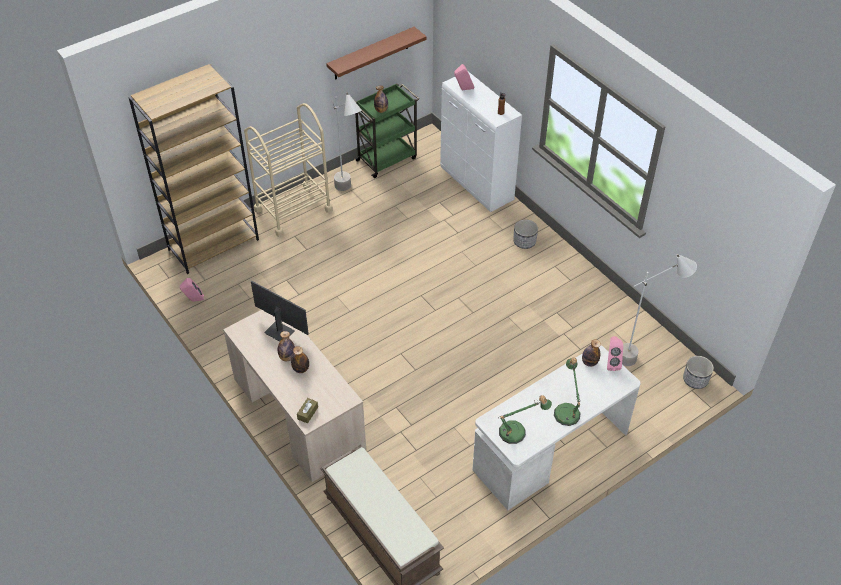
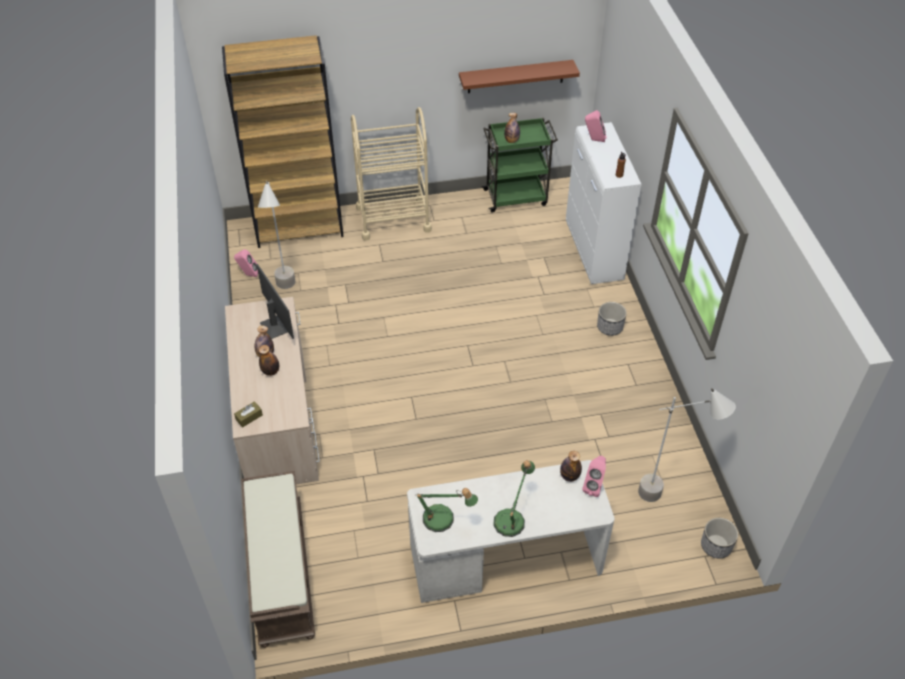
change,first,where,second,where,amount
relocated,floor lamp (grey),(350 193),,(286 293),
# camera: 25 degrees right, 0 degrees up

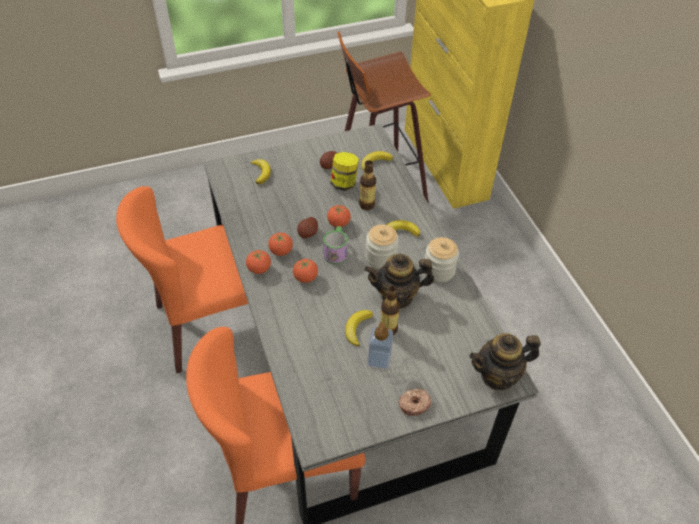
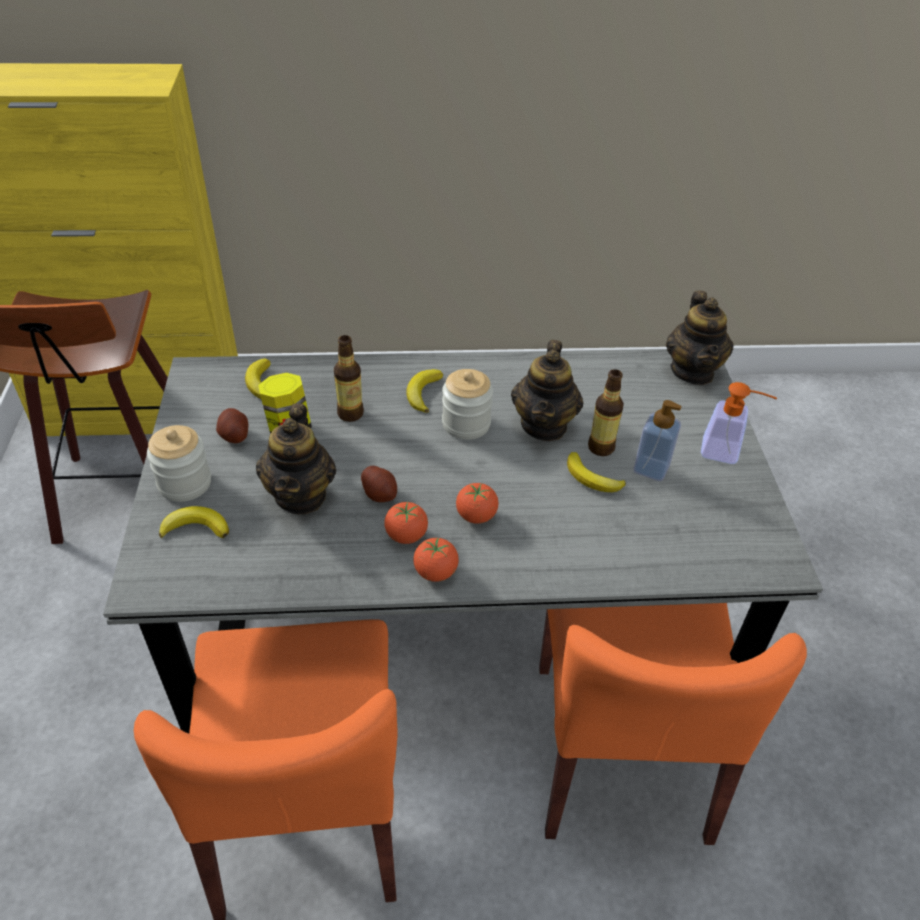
change,first,where,second,where,amount
missing,tomato,(338 223),,,
missing,mug,(336 251),,,
relocated,jar,(439 271),,(185 483),
exchanged,donut,(414 404),soap dispenser,(727 452),
appeared,,,teapot,(301 495),
# camera: 75 degrees left, 5 degrees down

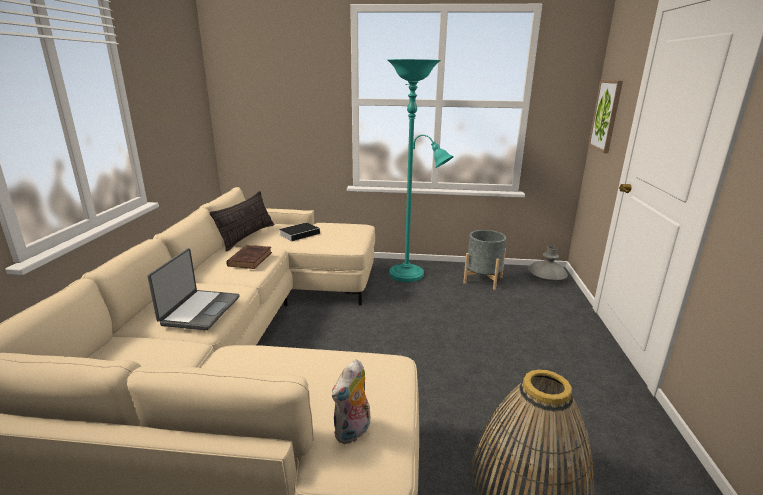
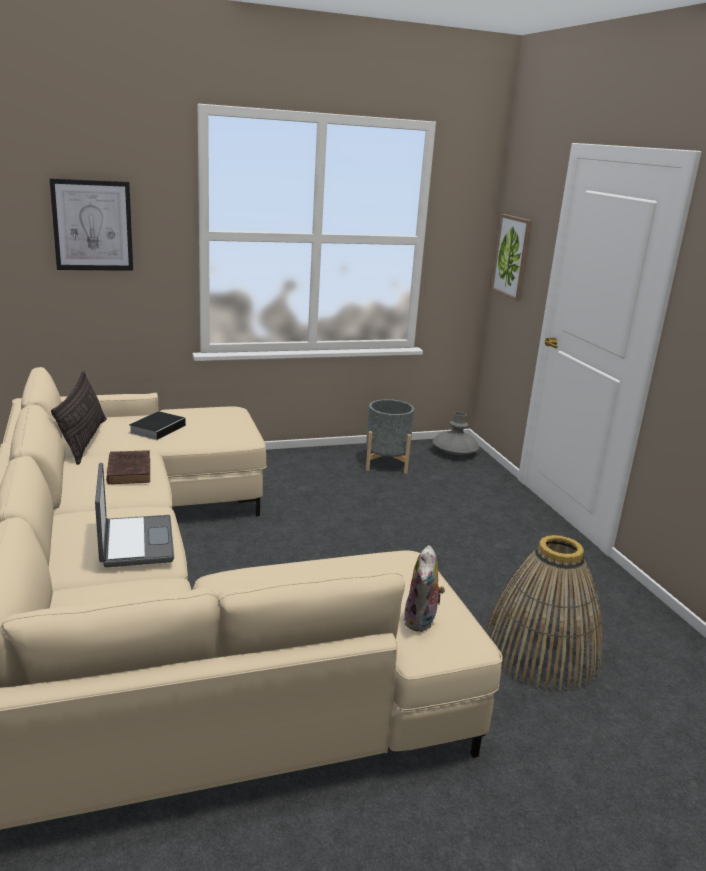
change,first,where,second,where,amount
missing,floor lamp (turquoise),(410 275),,,
appeared,,,picture,(92 225),
# camera: 25 degrees left, 0 degrees up

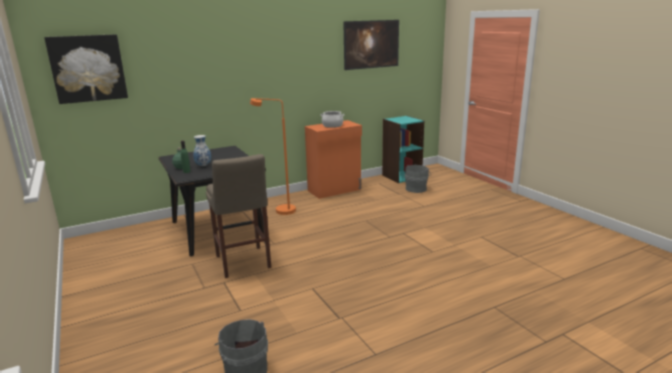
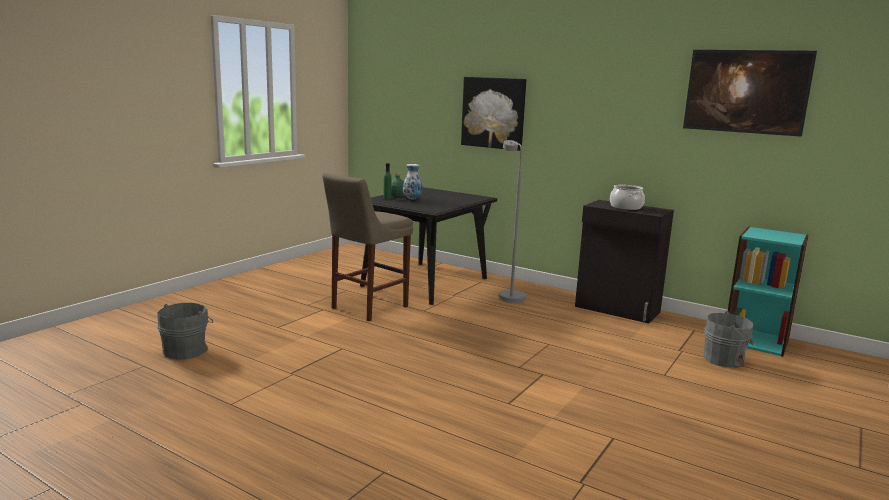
change,first,where,second,where,amount
relocated,picture,(88 68),,(493 113),
colour,floor lamp (orange),(280 210),floor lamp (grey),(509 296),
colour,cabinet (orange),(335 190),cabinet (black),(617 309),
# camera: 60 degrees right, 5 degrees down

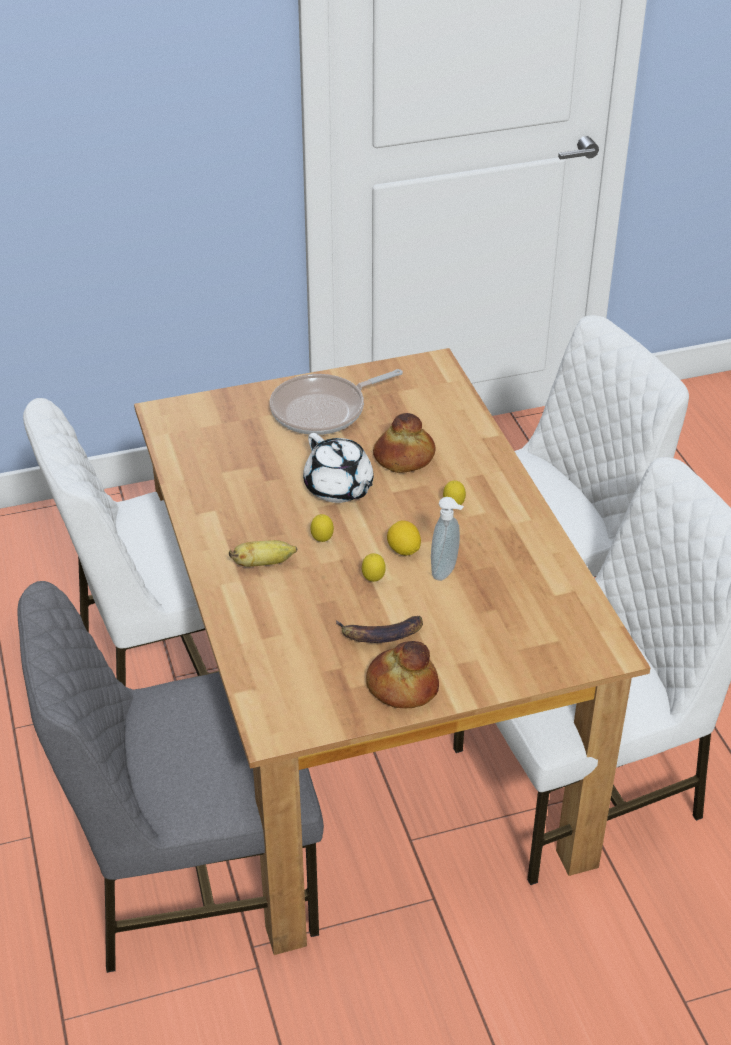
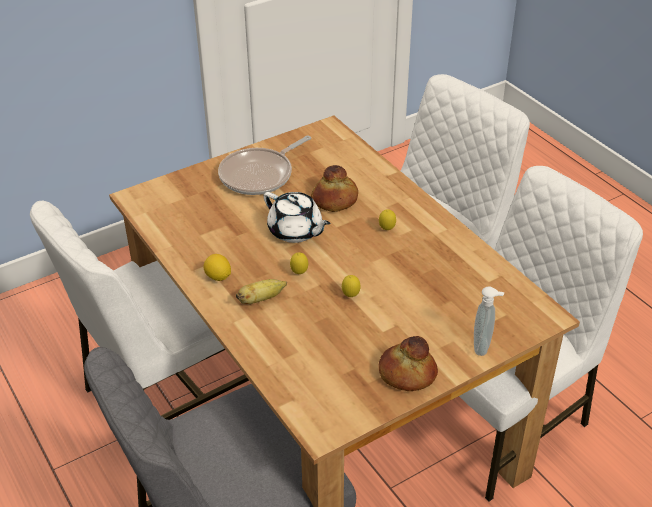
change,first,where,second,where,amount
relocated,soap dispenser,(446 571),,(483 346),
relocated,lemon,(403 550),,(218 277),
missing,banana,(380 634),,,
# camera: 15 degrees left, 0 degrees up

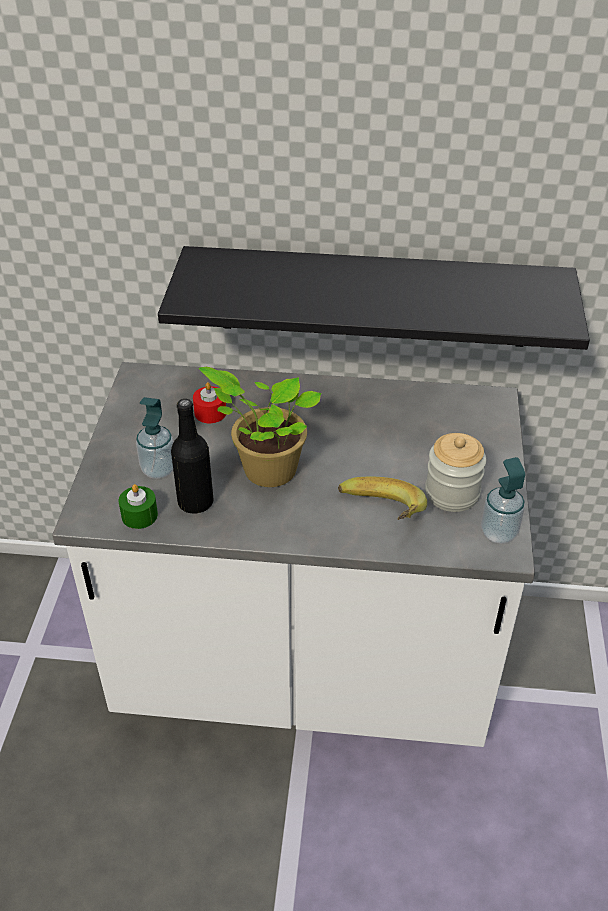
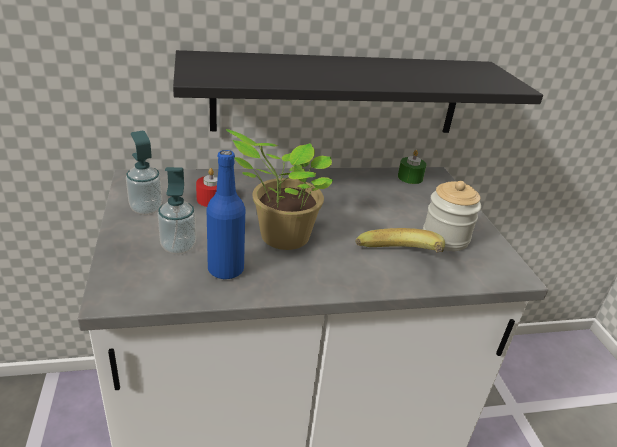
change,first,where,second,where,amount
colour,bottle (black),(195 502),bottle (blue),(226 269),
relocated,soap dispenser,(498 533),,(146 208),
relocated,candle (green),(139 515),,(410 177),
# camera: 20 degrees left, 10 degrees down

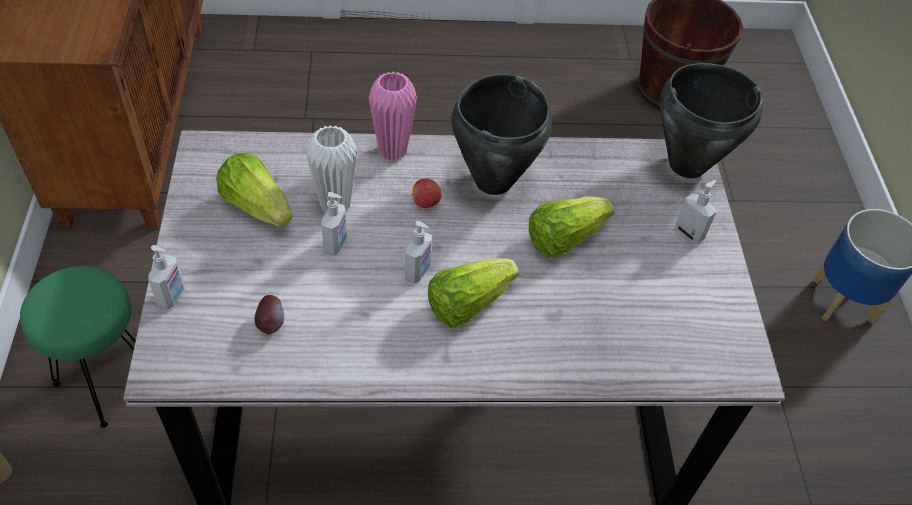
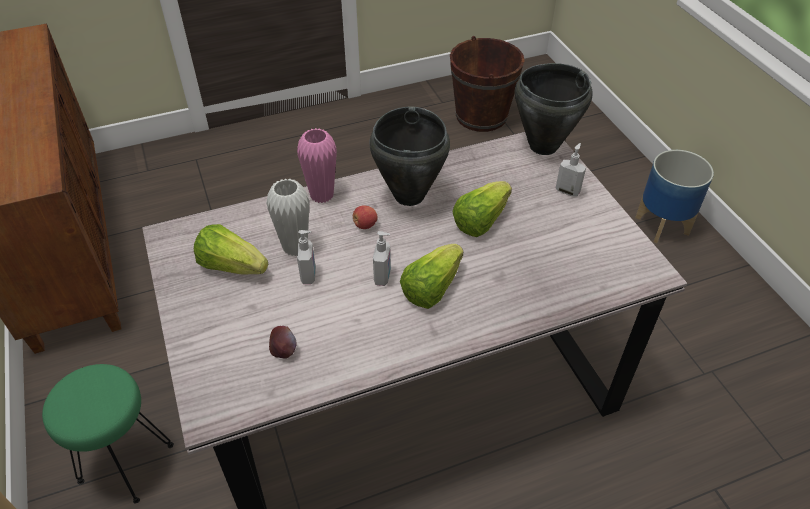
change,first,where,second,where,amount
missing,soap dispenser,(172 296),,,
# camera: 15 degrees left, 5 degrees down

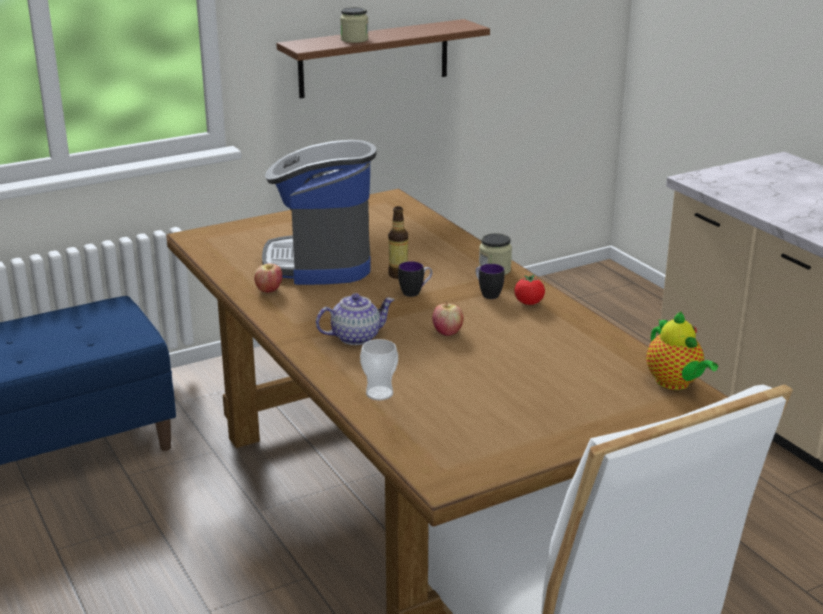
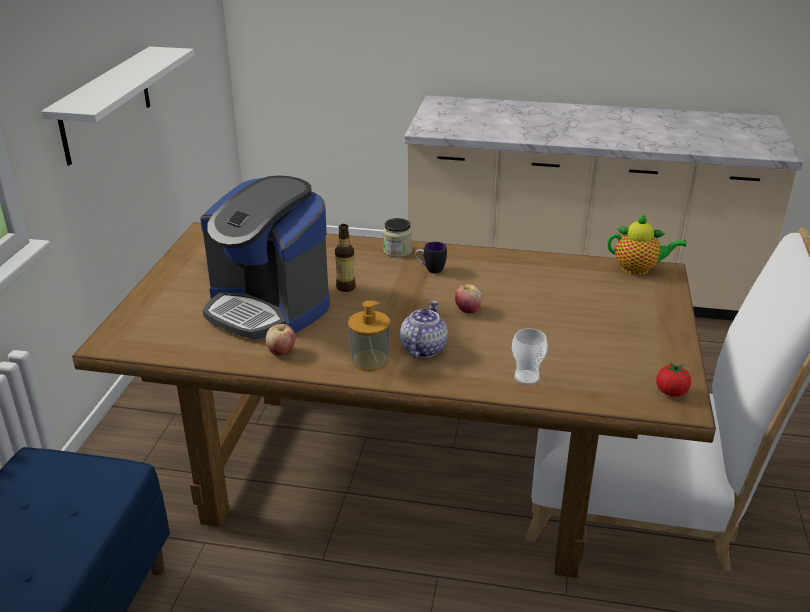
change,first,where,second,where,amount
missing,jar,(354 39),,,
colour,shelf (brown),(374 58),shelf (white),(106 104),
missing,mug,(415 292),,,
relocated,tomato,(529 303),,(671 392),
appeared,,,soap dispenser,(370 360),
# camera: 50 degrees left, 5 degrees up

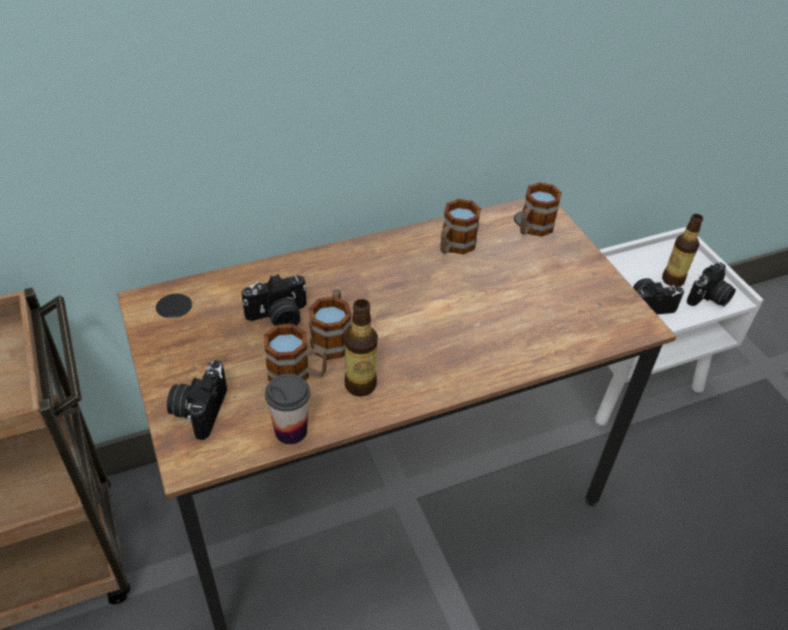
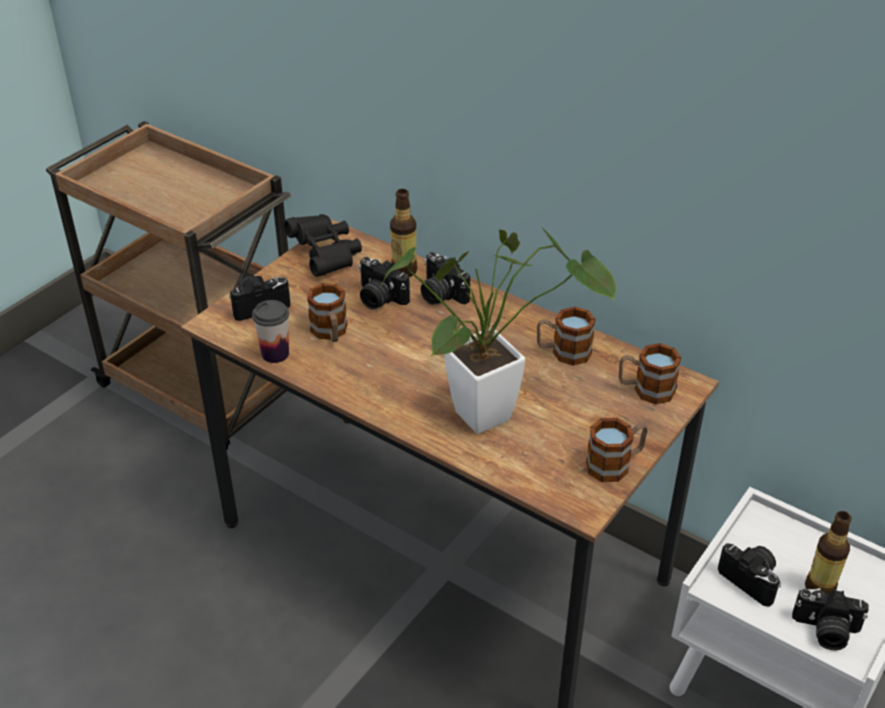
change,first,where,second,where,amount
relocated,mug,(332 337),,(615 464),
relocated,bottle,(360 385),,(404 270),
appeared,,,binoculars (black),(326 255),
appeared,,,potted plant,(494 412),
appeared,,,photo camera,(440 295),
# camera: 60 degrees right, 5 degrees down

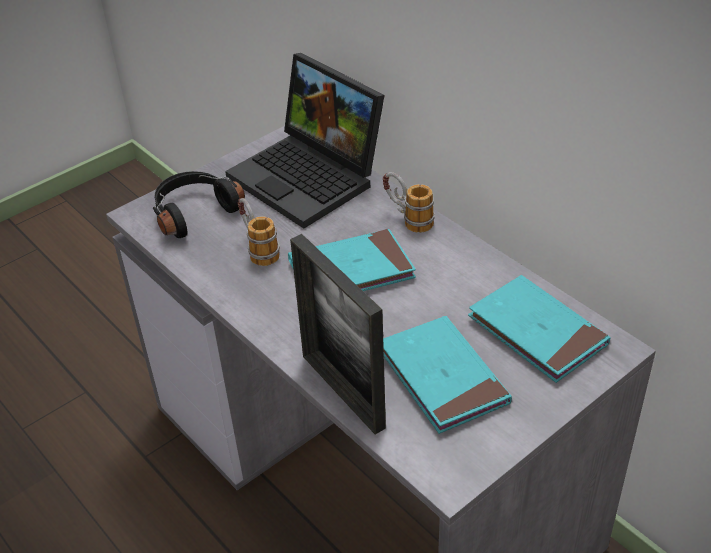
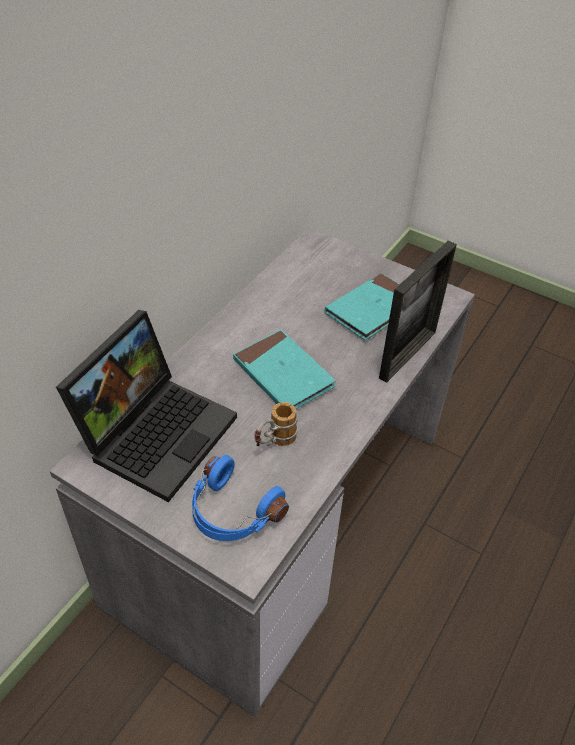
change,first,where,second,where,amount
colour,headphones (black),(193 212),headphones (blue),(232 512),
missing,mug,(407 219),,,
missing,book (turquoise),(537 332),,,
# camera: 110 degrees left, 5 degrees up

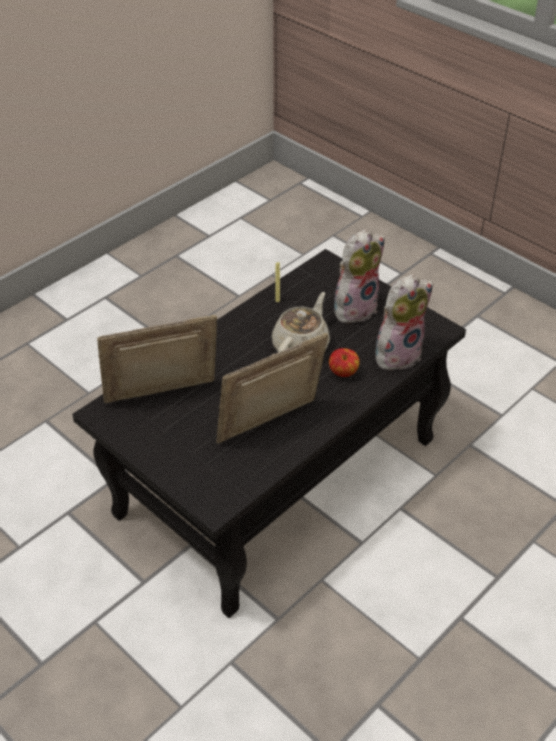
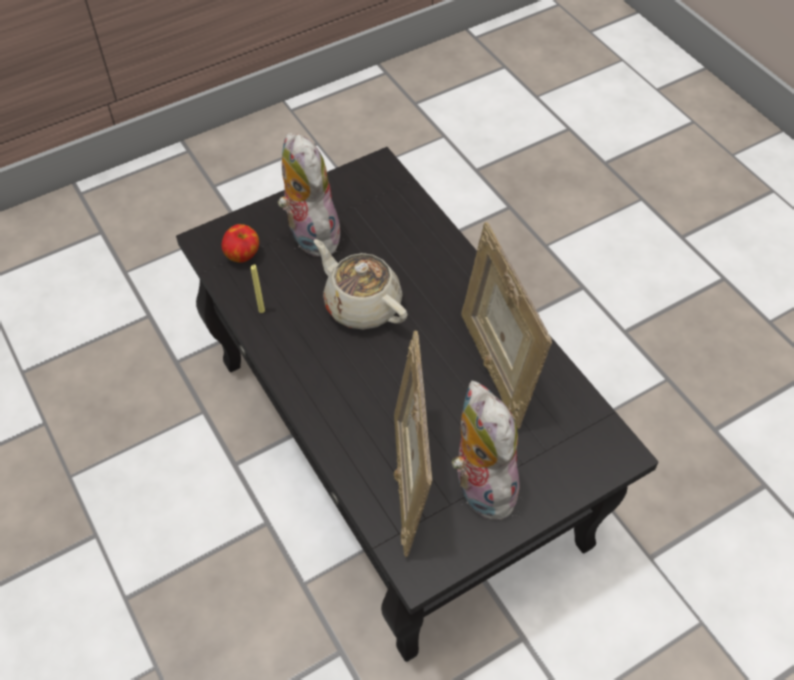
change,first,where,second,where,amount
relocated,plush toy,(397 353),,(479 485),
relocated,apple,(343 373),,(243 255),
# camera: 75 degrees left, 10 degrees up

